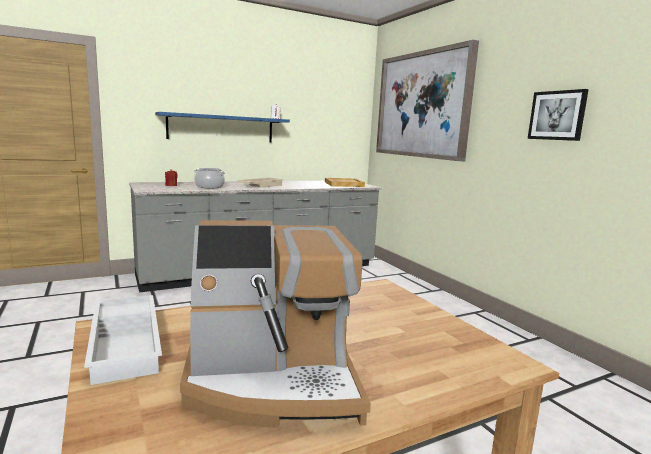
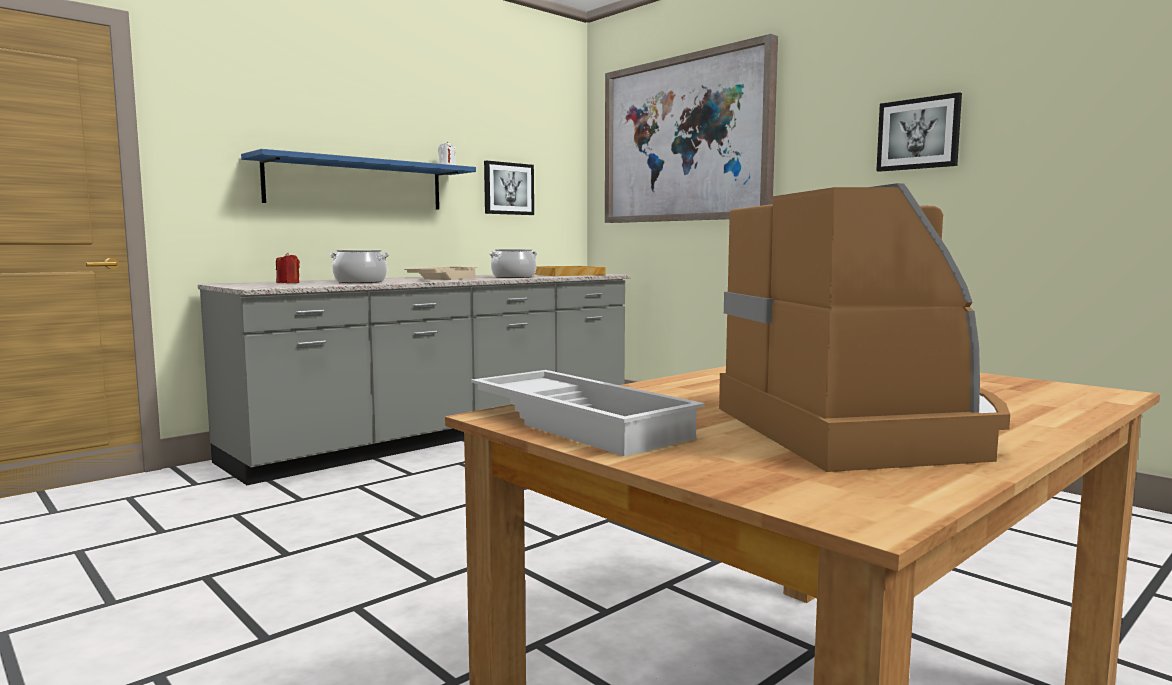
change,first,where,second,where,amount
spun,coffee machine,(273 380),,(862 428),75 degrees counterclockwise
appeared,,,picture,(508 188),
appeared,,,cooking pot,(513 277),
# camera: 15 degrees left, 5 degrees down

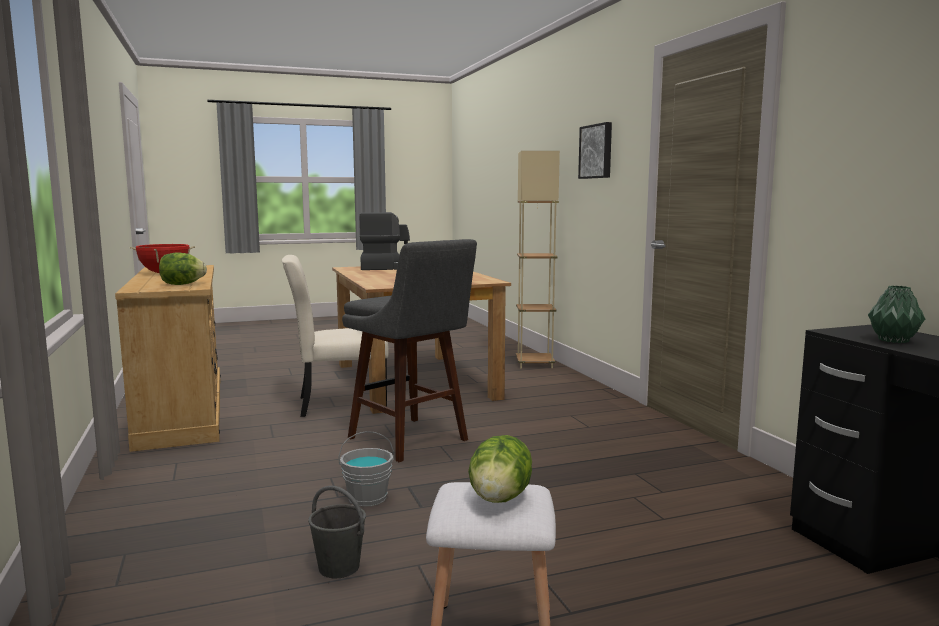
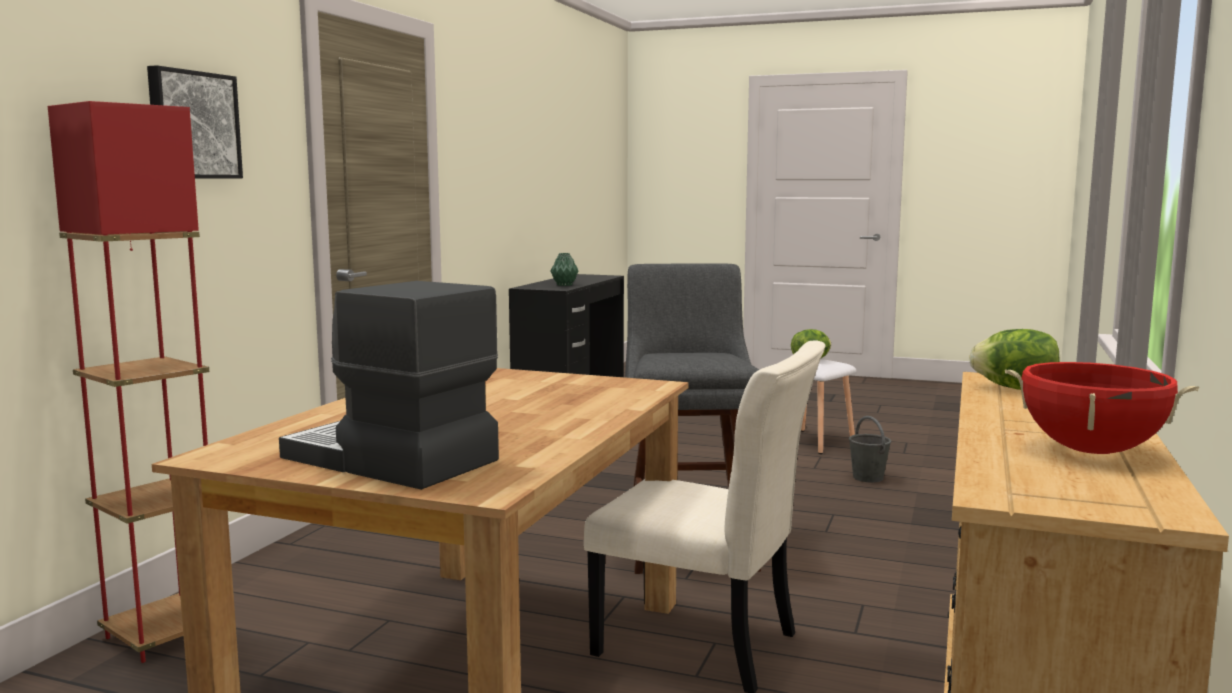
change,first,where,second,where,amount
colour,floor lamp (beige),(534 364),floor lamp (red),(163 635),
missing,bucket (grey),(367 498),,,
# camera: 140 degrees left, 0 degrees up

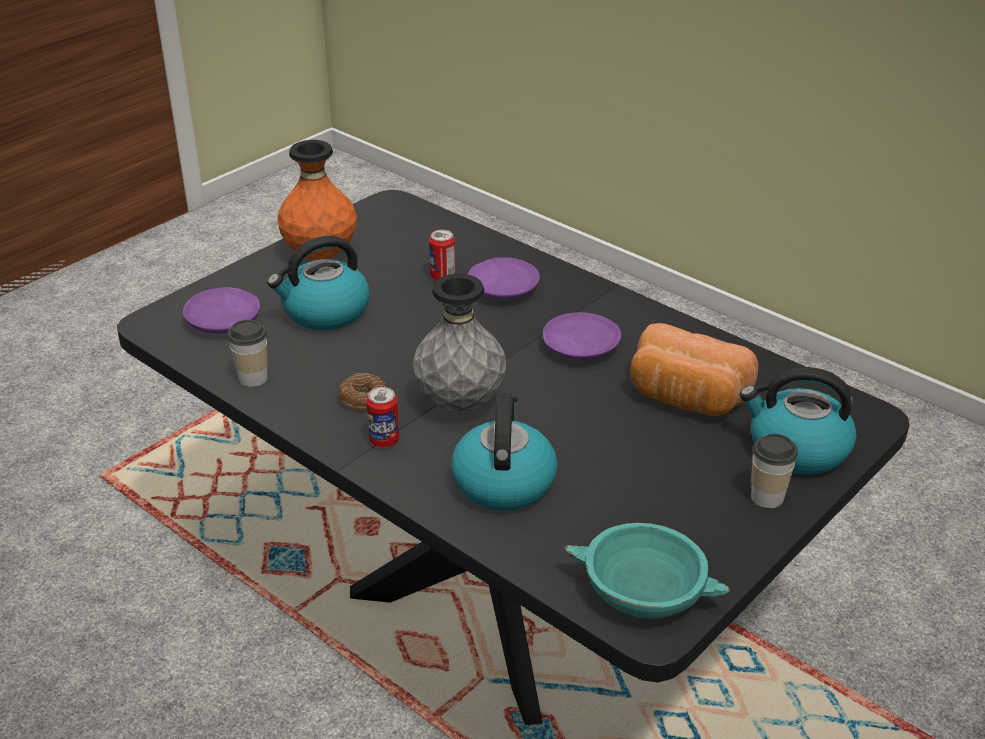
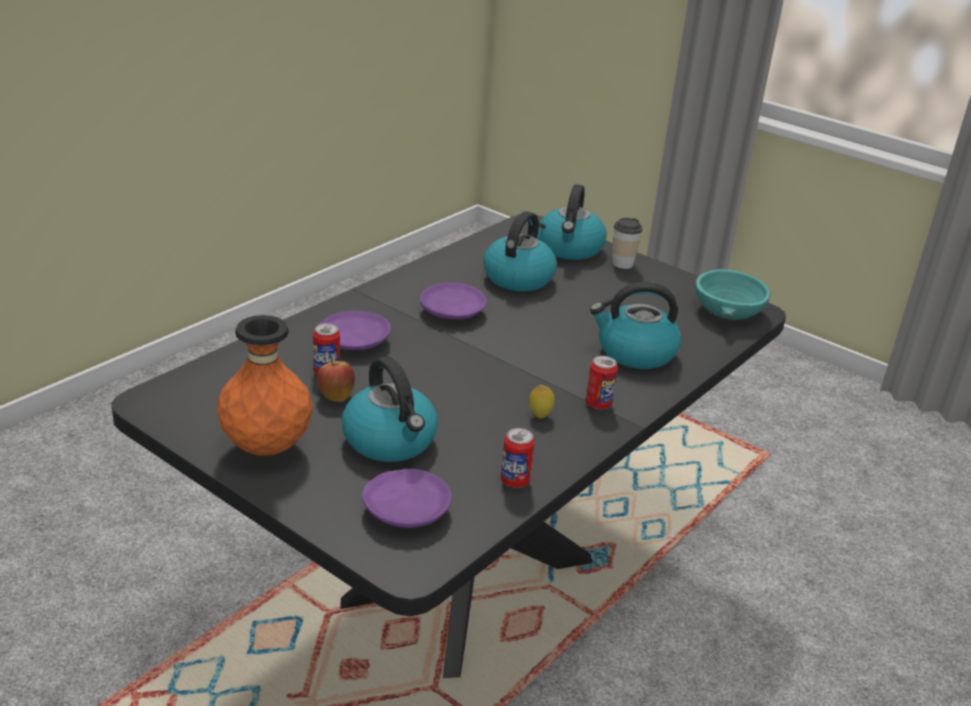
change,first,where,second,where,amount
missing,vase (grey),(460 404),,,
exchanged,cup,(253 378),can,(515 481),
exchanged,bread,(686 398),kettle,(518 277),
exchanged,donut,(363 398),lemon,(539 415),
appeared,,,apple,(336 396),
# camera: 95 degrees left, 5 degrees down

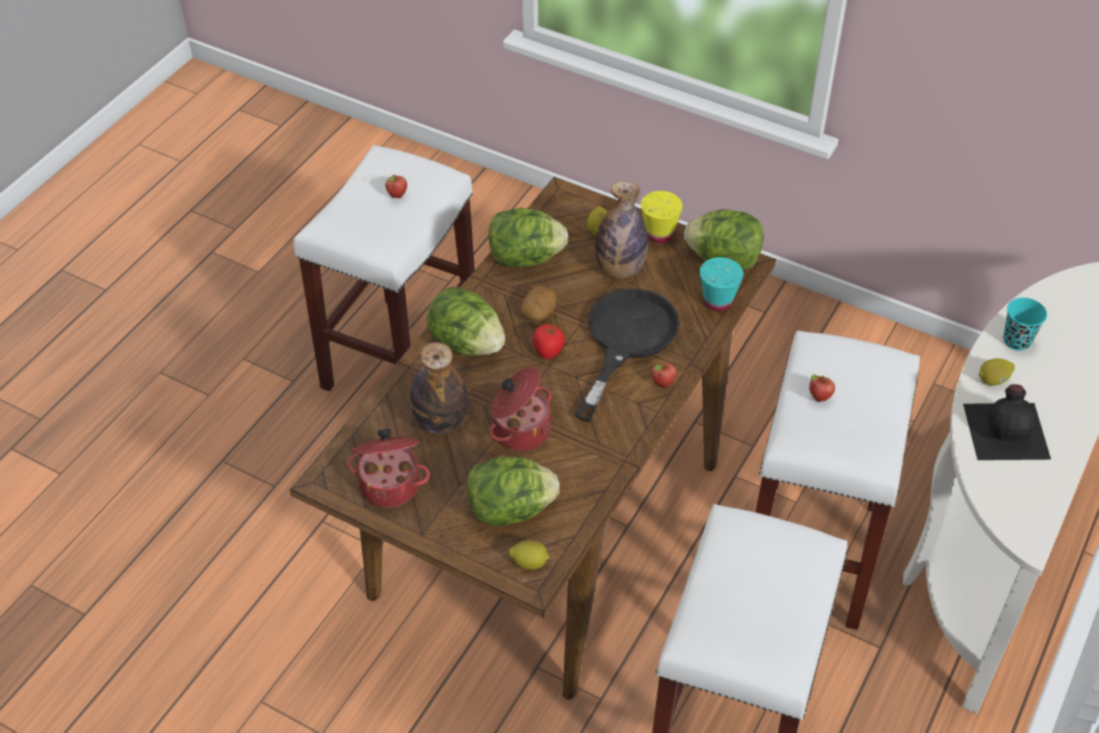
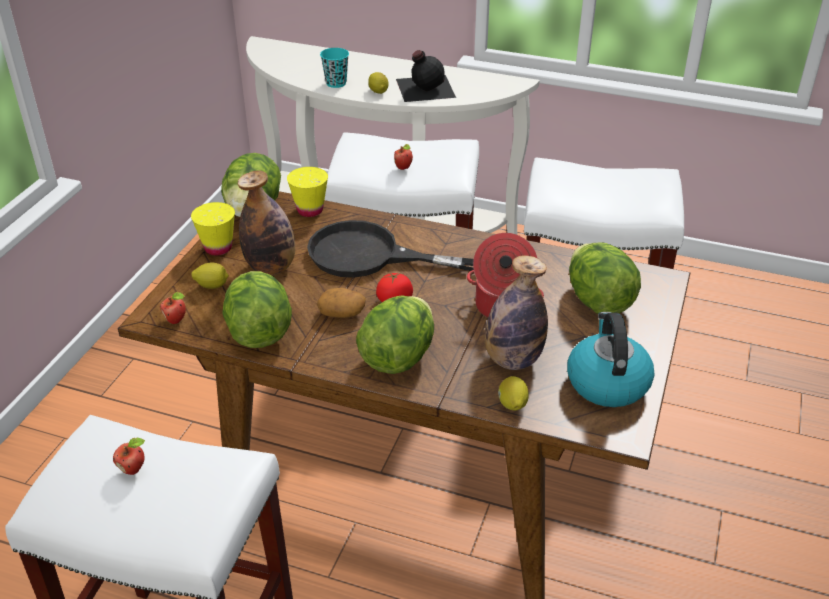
change,first,where,second,where,amount
colour,cup (turquoise),(718 302),cup (yellow),(310 210),
relocated,apple,(663 384),,(176 320),
exchanged,cooking pot,(391 484),kettle,(606 382),
relocated,lemon,(529 562),,(512 405),
# camera: 100 degrees left, 10 degrees down

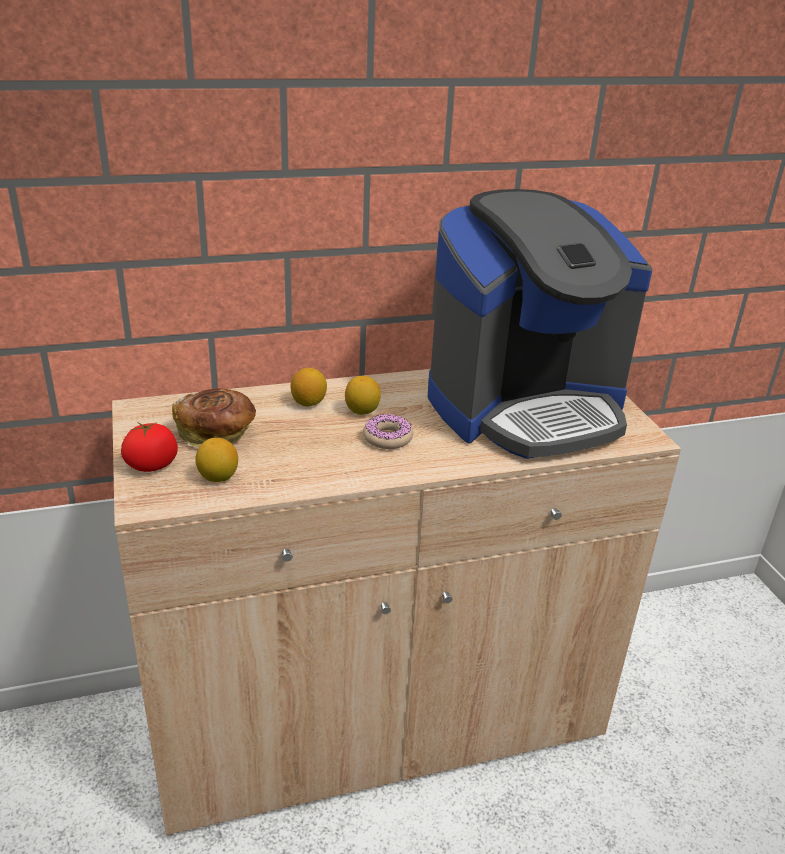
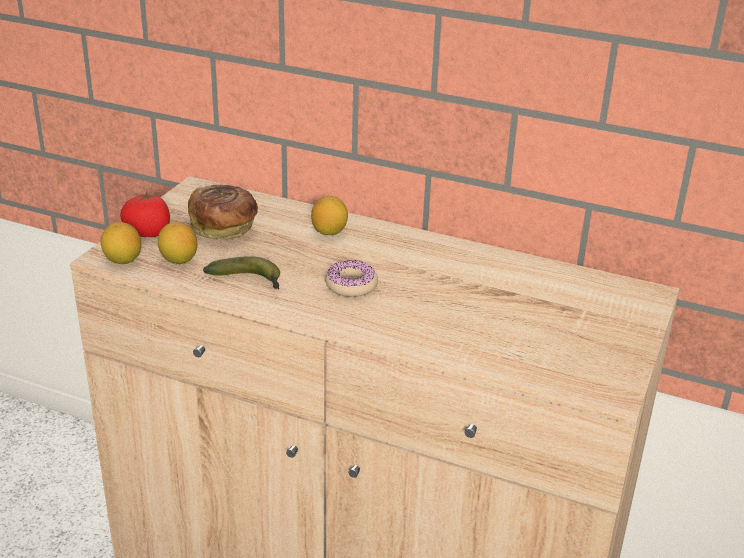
change,first,where,second,where,amount
missing,coffee machine,(526 407),,,
relocated,lemon,(362 411),,(123 260),
appeared,,,banana,(249 281),
# camera: 40 degrees right, 0 degrees up

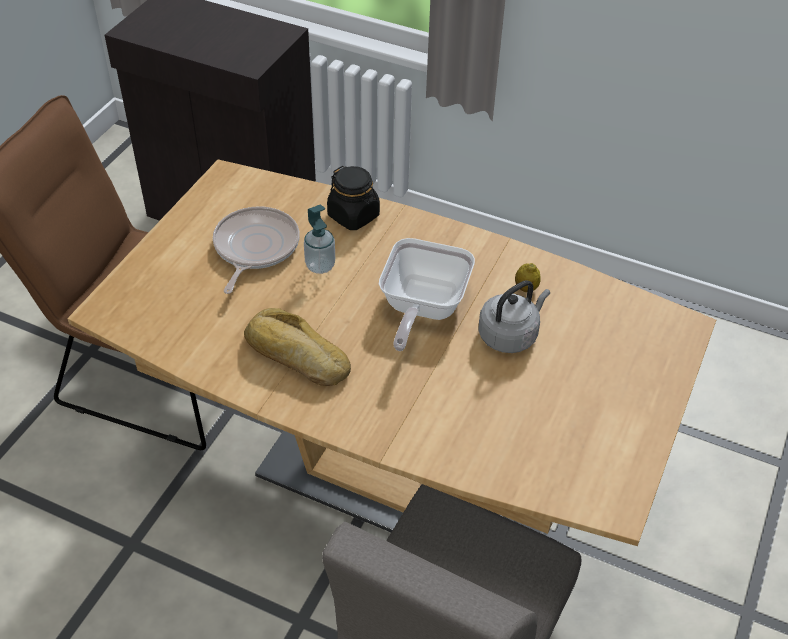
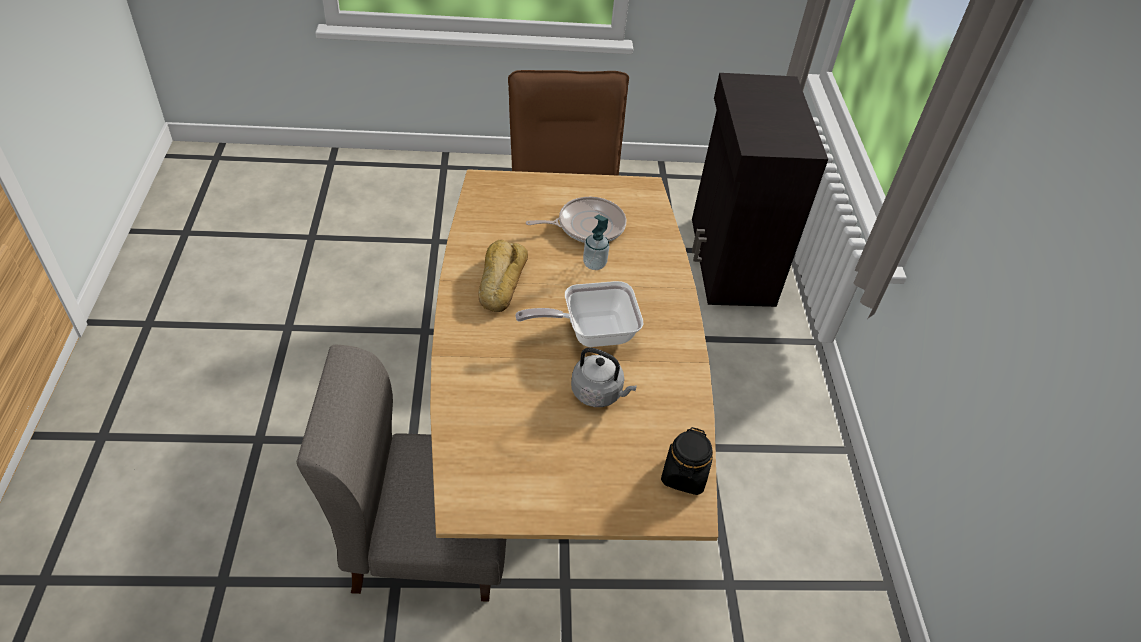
change,first,where,second,where,amount
relocated,jar (black),(354 216),,(684 475),
missing,lemon,(526 288),,,
# camera: 60 degrees right, 0 degrees up

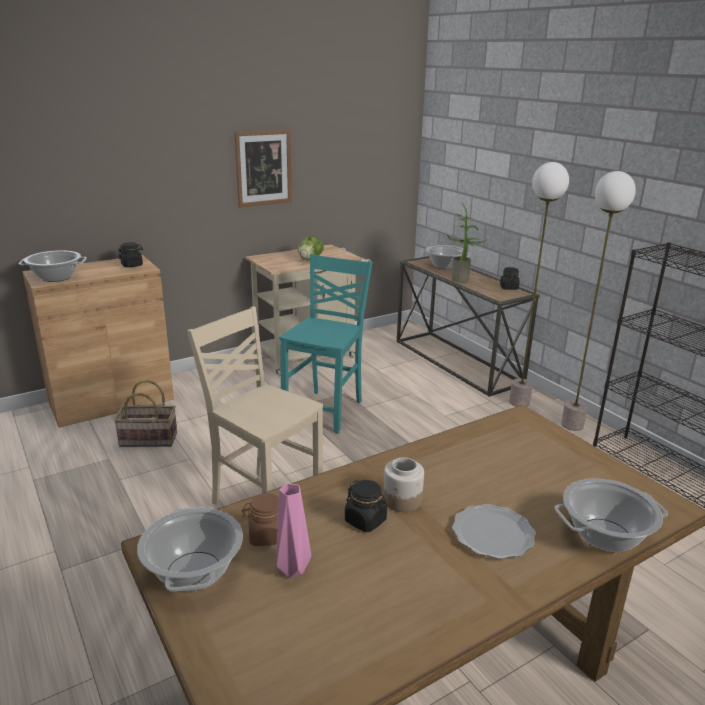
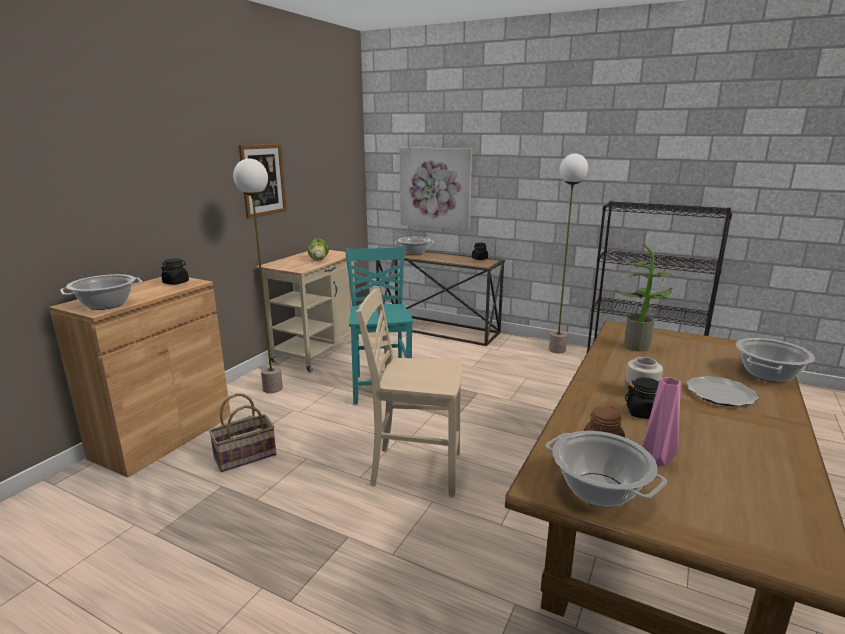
change,first,where,second,where,amount
relocated,floor lamp,(519 402),,(273 388),
relocated,potted plant,(462 279),,(638 346),
appeared,,,picture,(435 188),
# camera: 30 degrees left, 5 degrees down

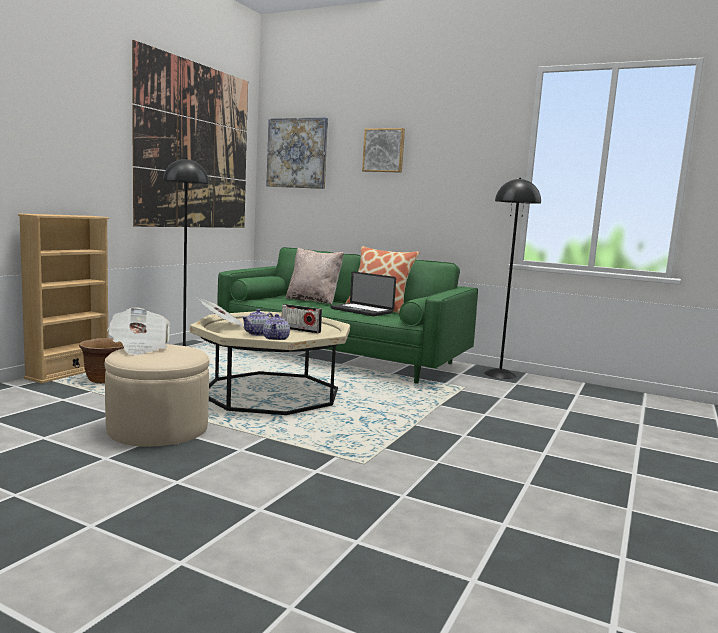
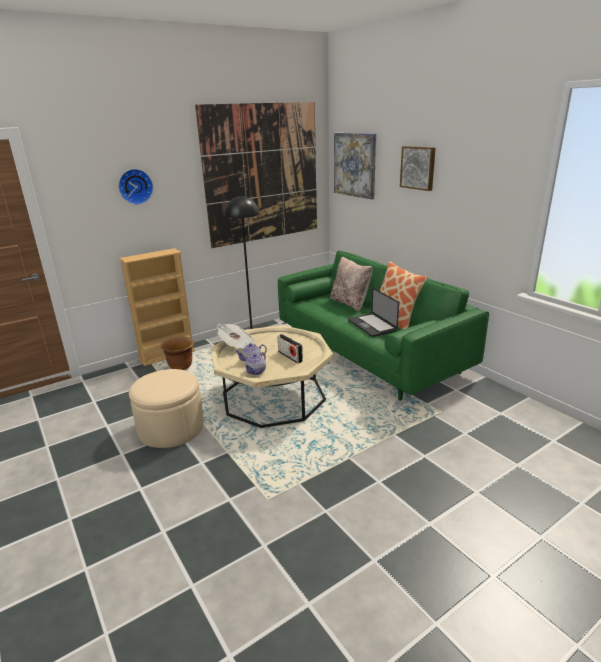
change,first,where,second,where,amount
missing,floor lamp (black),(500 374),,,
missing,newspaper,(139 348),,,
appeared,,,wall clock,(135 186),
# camera: 30 degrees right, 15 degrees up

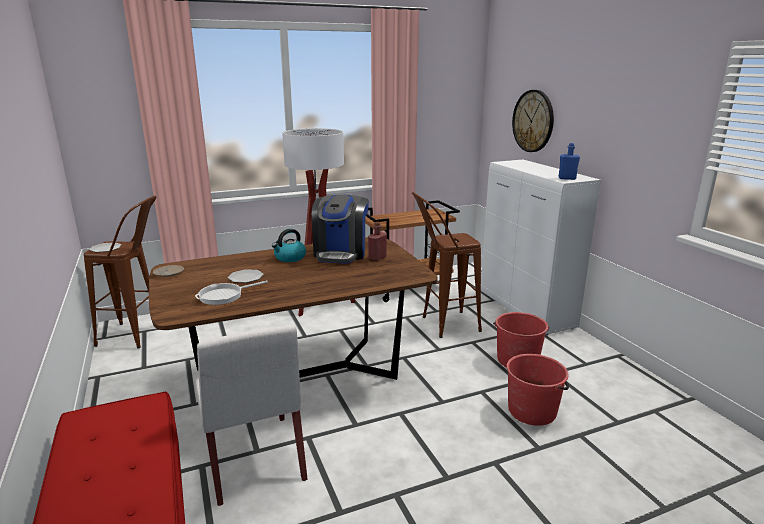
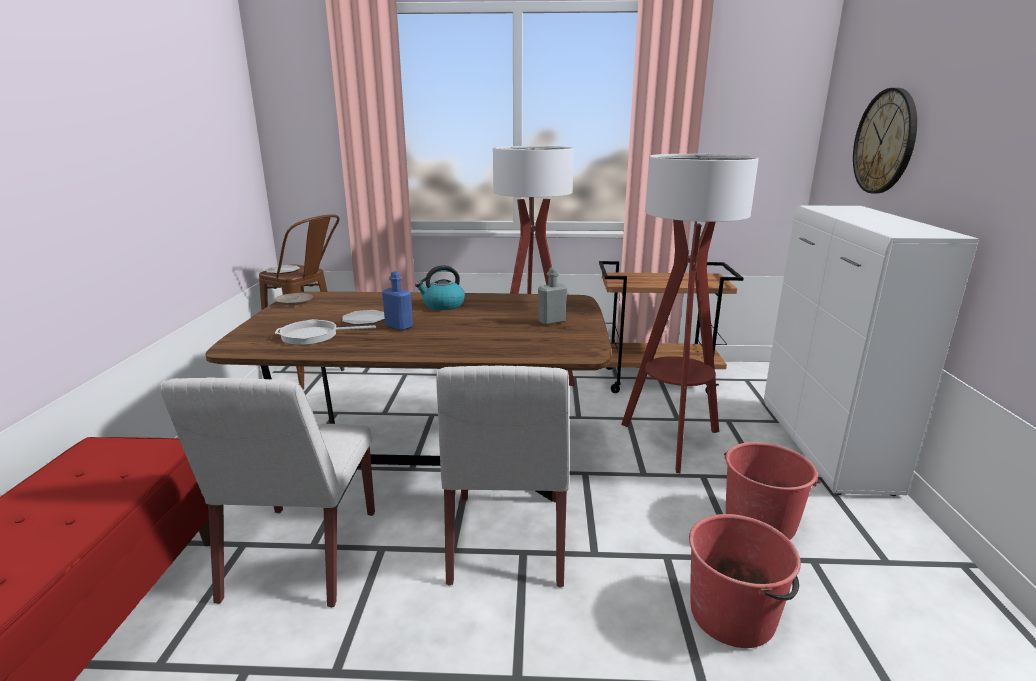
change,first,where,second,where,amount
relocated,bottle (blue),(567 178),,(399 327),
exchanged,stool (brown),(442 325),floor lamp,(672 441),
missing,coffee machine,(341 253),,,
colour,bottle (red),(377 258),bottle (grey),(551 321),
appeared,,,chair (white),(507 540),
# camera: 25 degrees right, 0 degrees up

